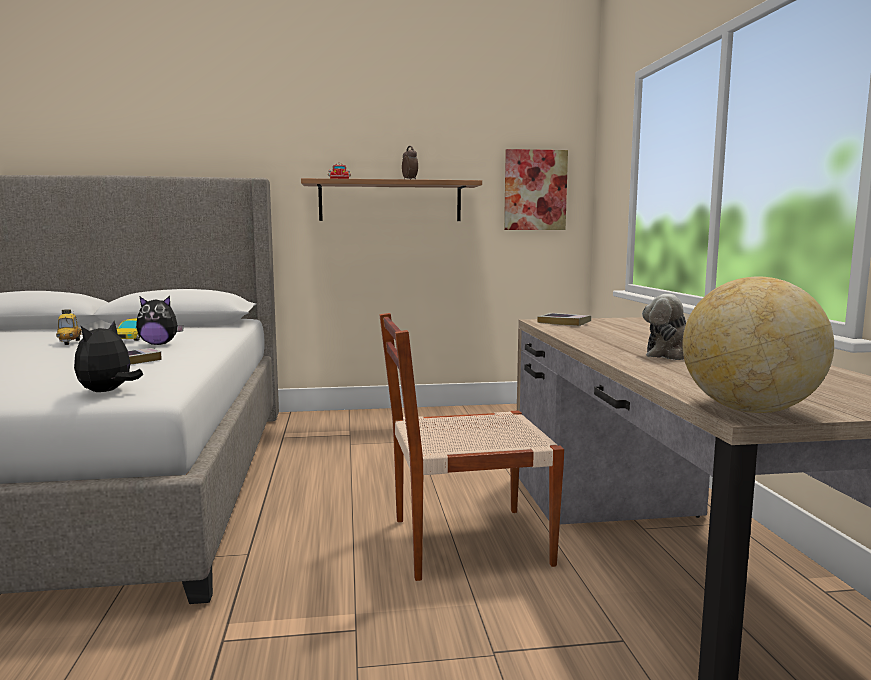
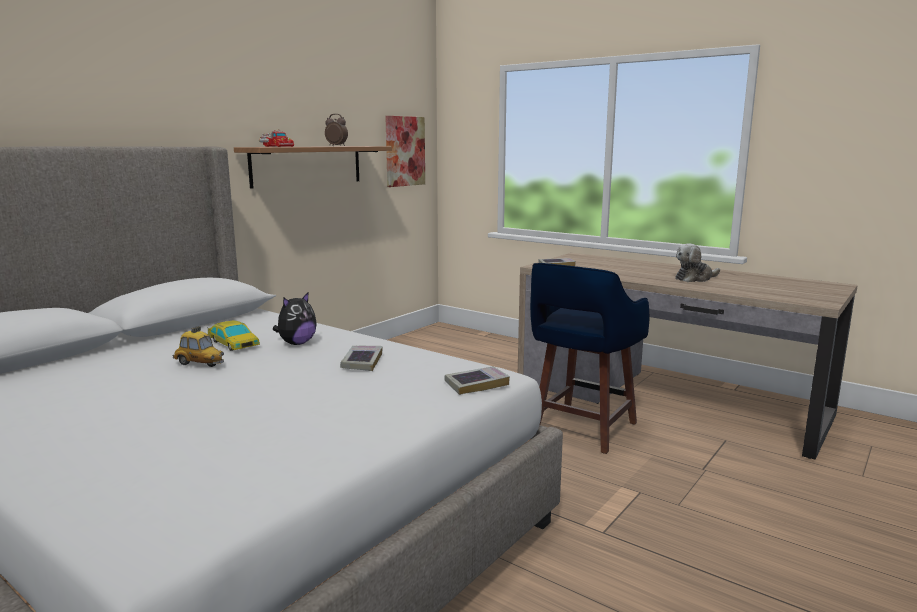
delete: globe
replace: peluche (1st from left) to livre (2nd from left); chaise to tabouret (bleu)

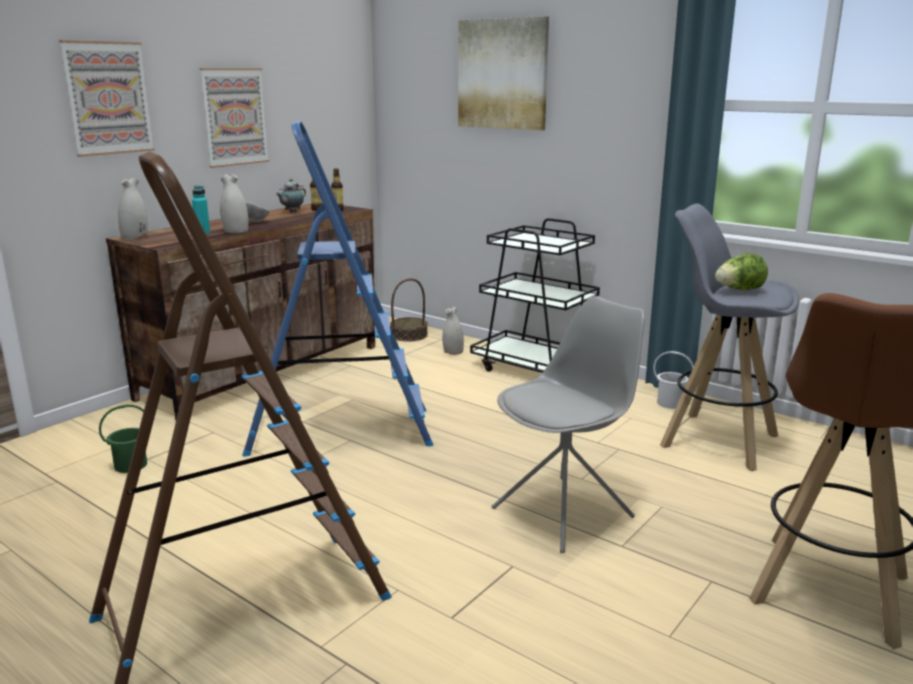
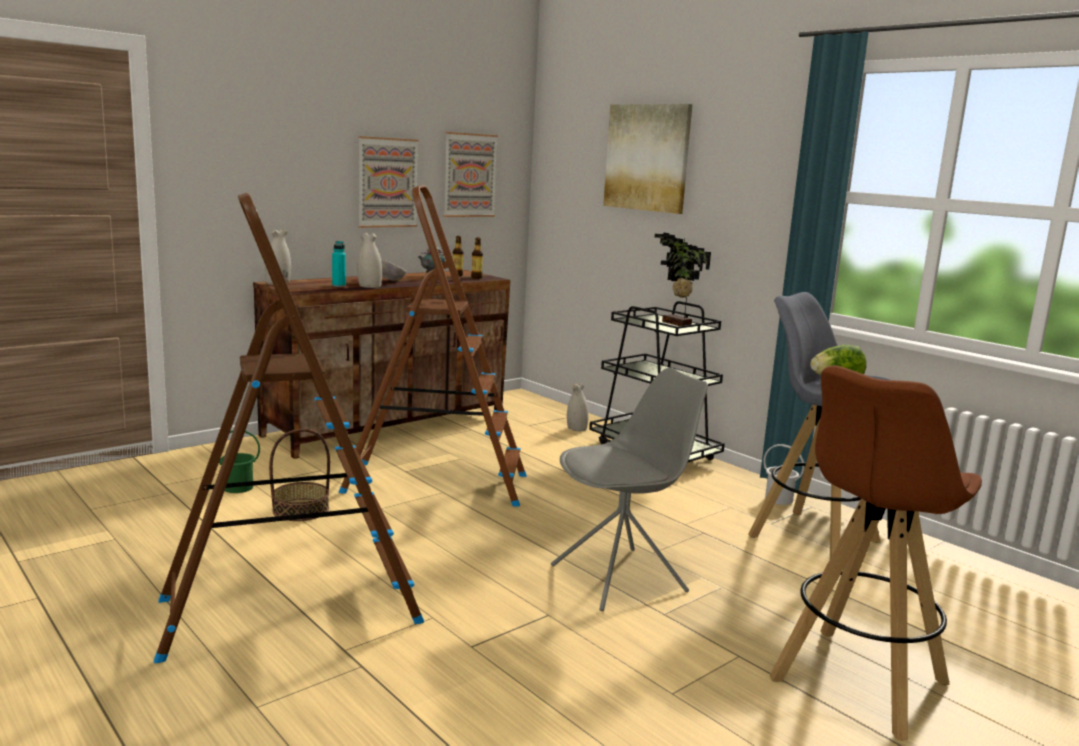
insert: plante en pot
move: panier; tableau (1st from left in the first image) to tableau (2nd from left)
recolor: escabeau (bleu) to escabeau (marron) (2nd from left)

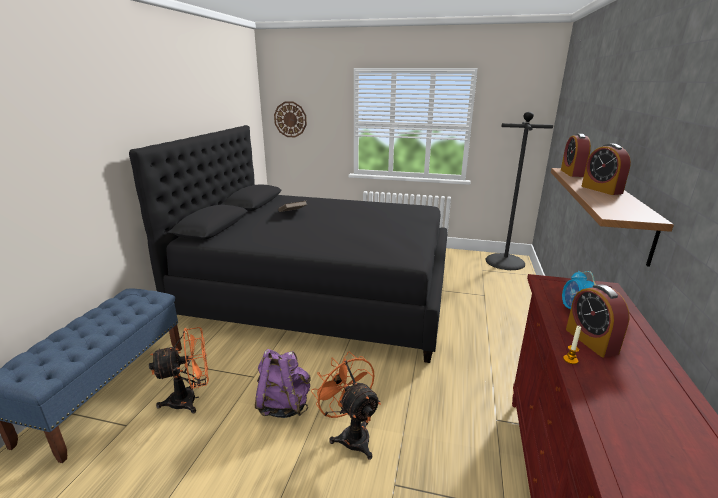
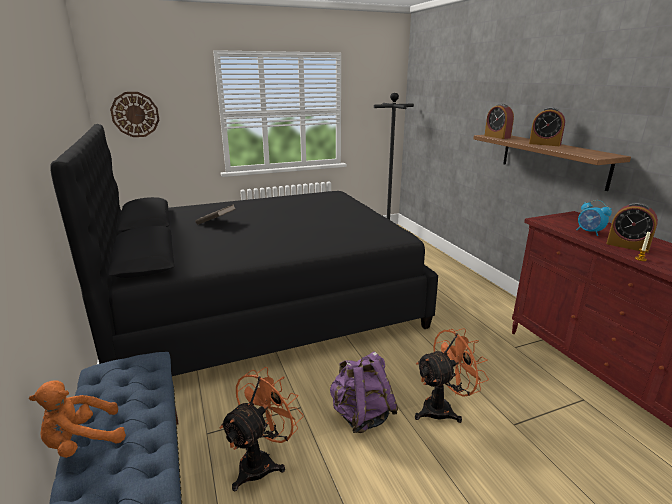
insert: peluche (orange)
rotate: ventilateur (orange) (2nd from left) 135 degrees clockwise

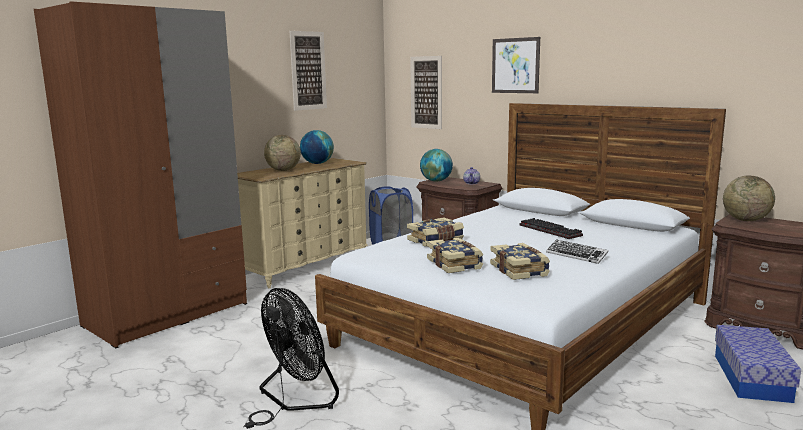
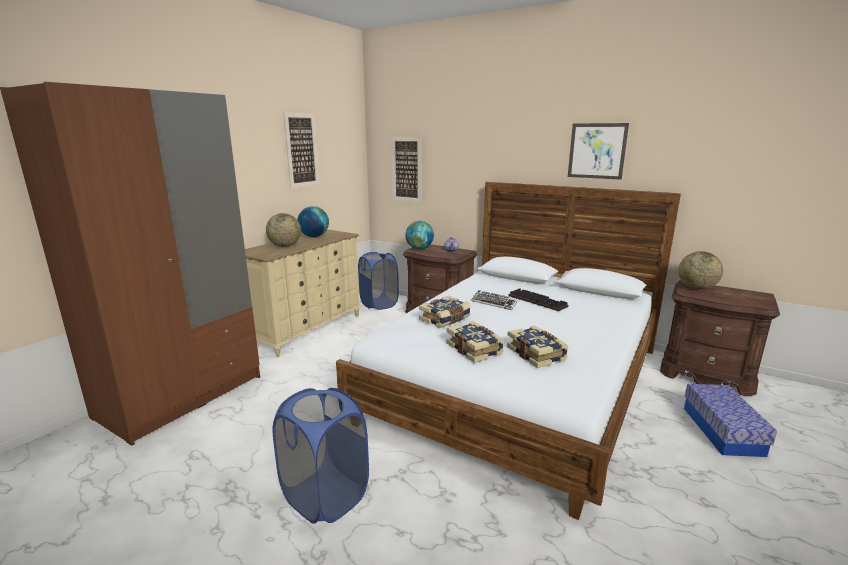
move: clavier (2nd from left in the first image) to clavier (1st from left); tableau (3rd from left)
replace: ventilateur (noir) to panier à linge (bleu) (1st from left)

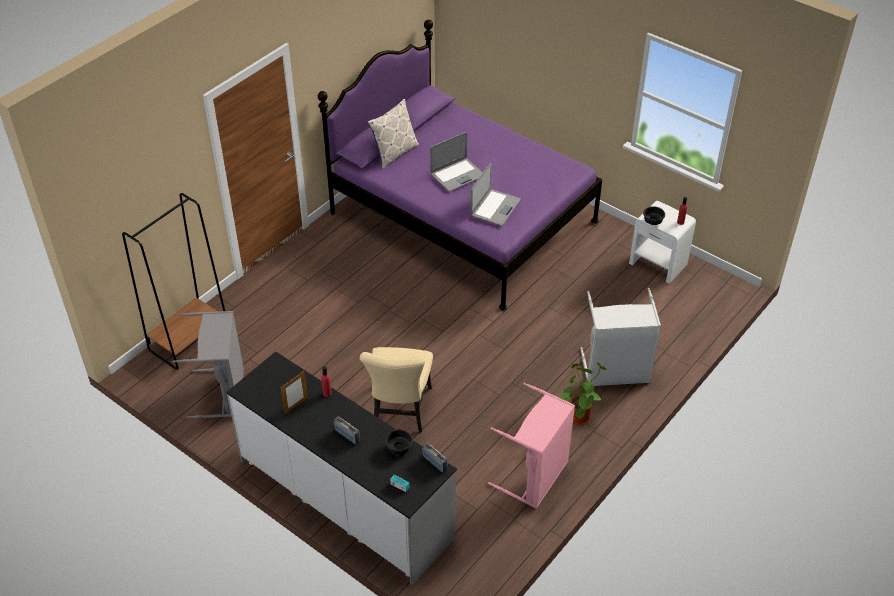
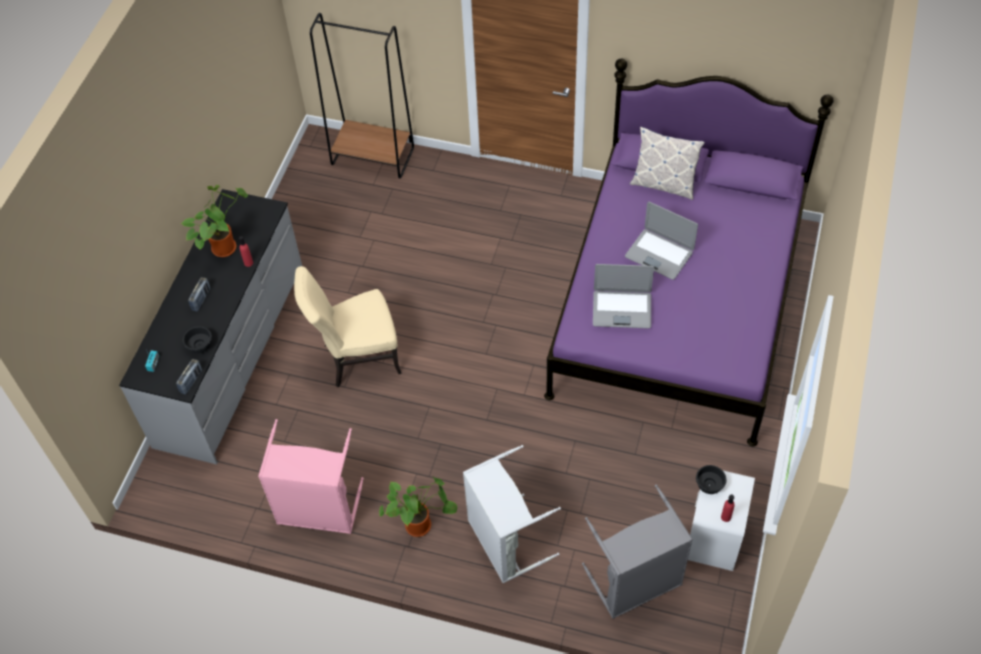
move: panier à linge (gris) (1st from left in the first image) to panier à linge (gris) (2nd from left)
replace: cadre photo to plante en pot (1st from left)

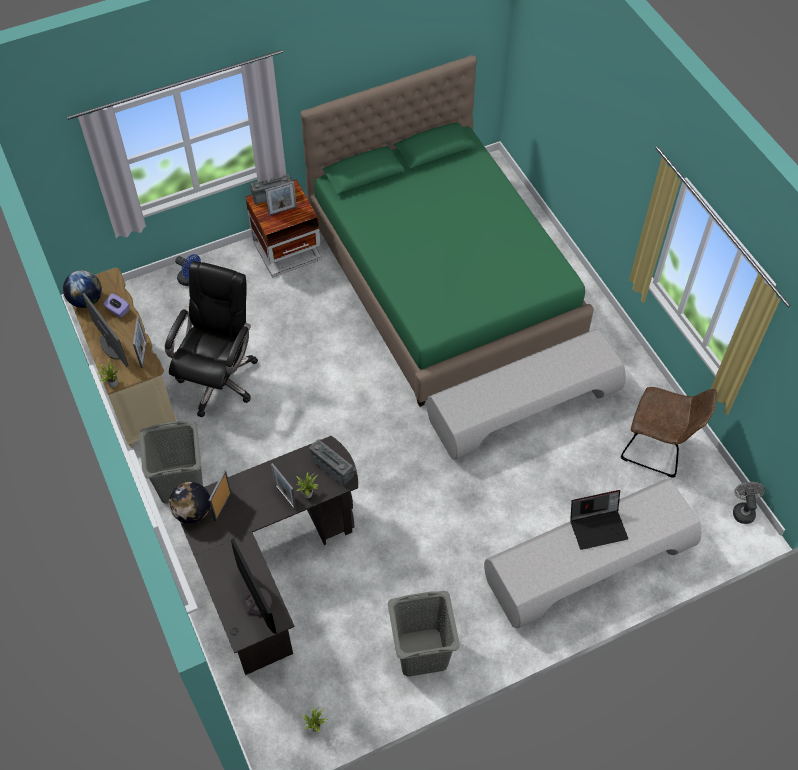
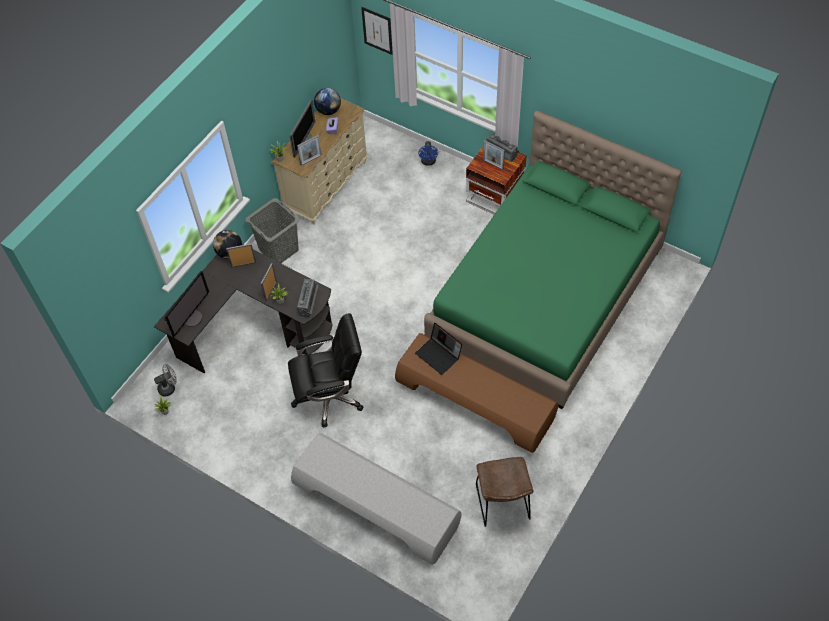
delete: panier à linge (gris) (2nd from left)
insert: tableau
move: ventilateur (gris); chaise de bureau (noir); ordinateur portable
recolor: banc (gris) (1st from left) to banc (marron)

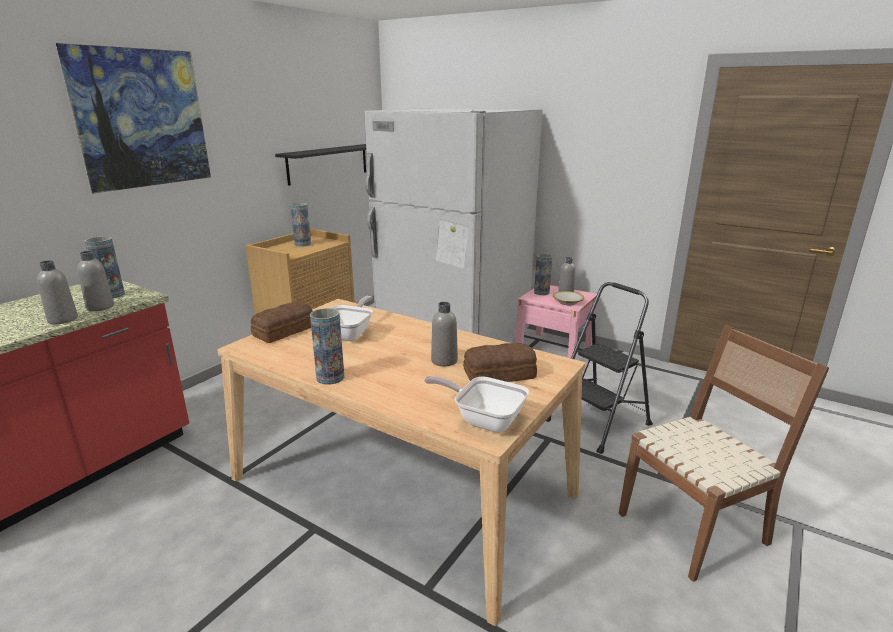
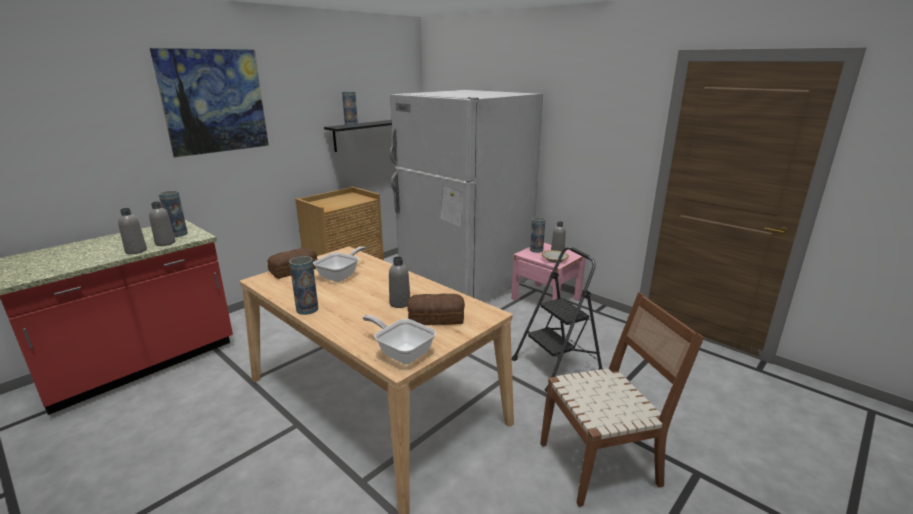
move: vase (2nd from left in the first image) to vase (3rd from left)

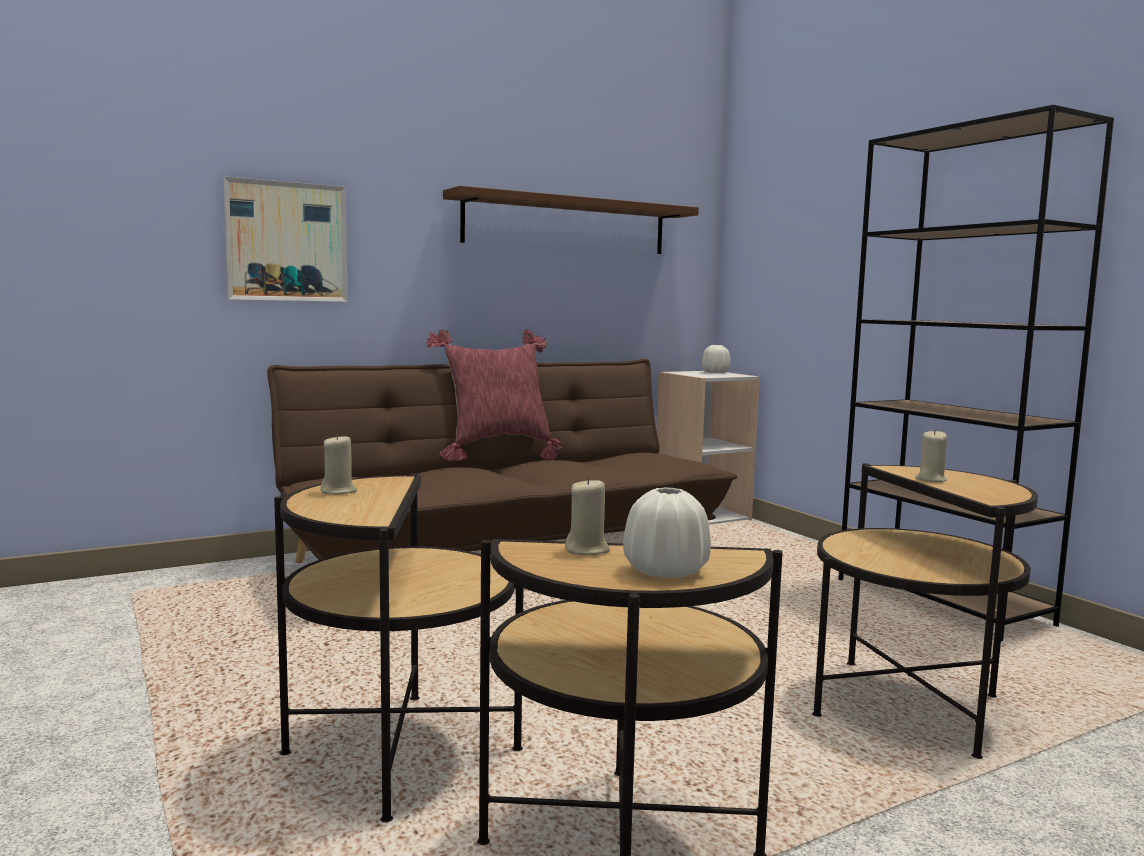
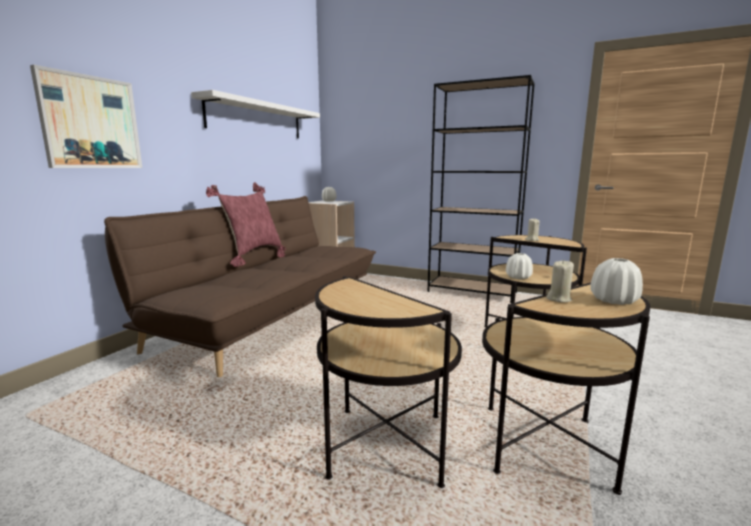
delete: bougie (beige) (1st from left)
insert: vase (blanc) (2nd from left)
recolor: étagère (marron) to étagère (blanc)

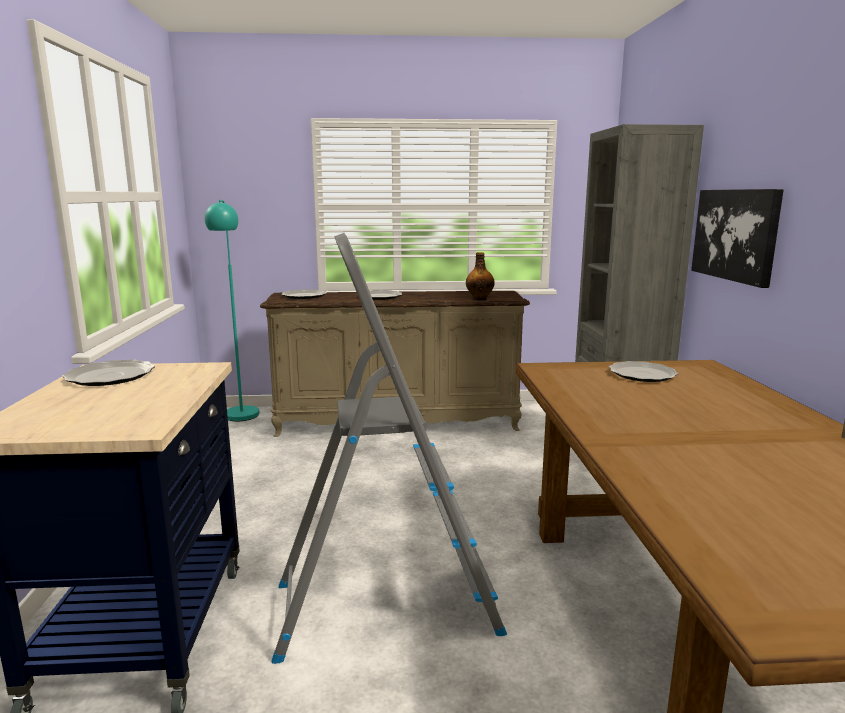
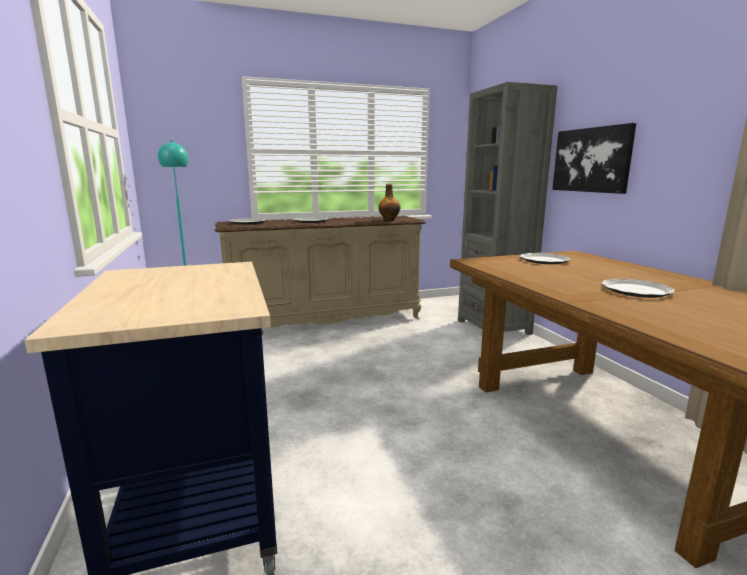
delete: escabeau (gris)
move: assiette (1st from left in the first image) to assiette (4th from left)

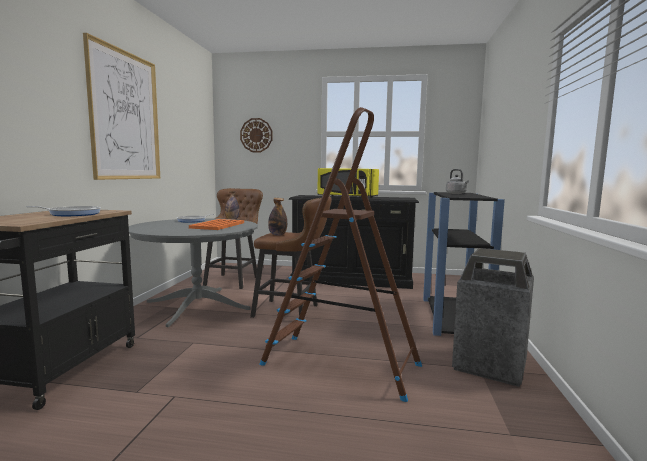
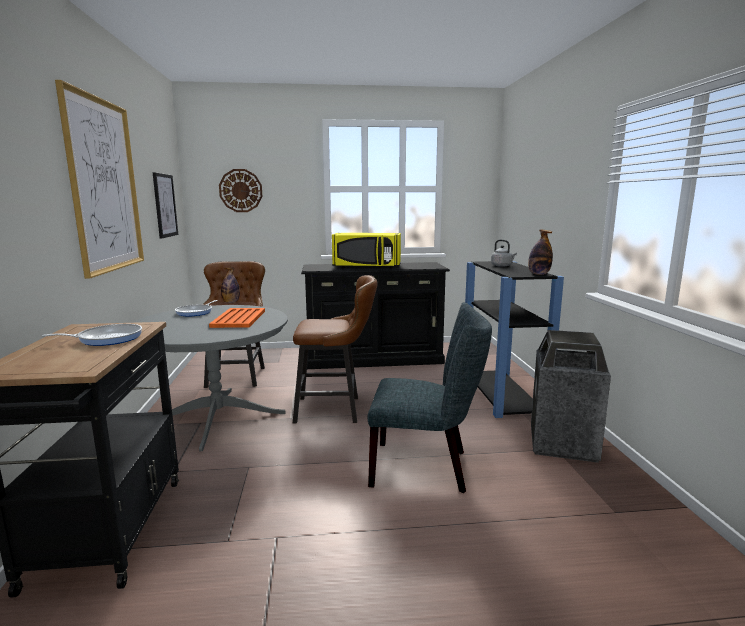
insert: tableau (2nd from left)
move: bouteille (2nd from left)
replace: escabeau (marron) to chaise (gris)

